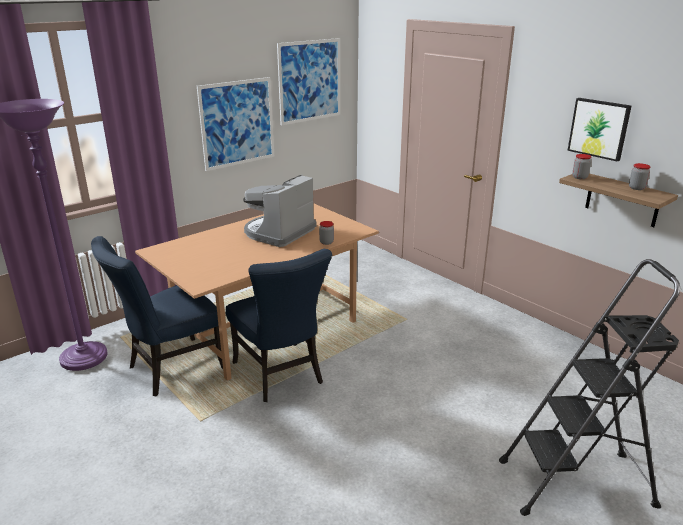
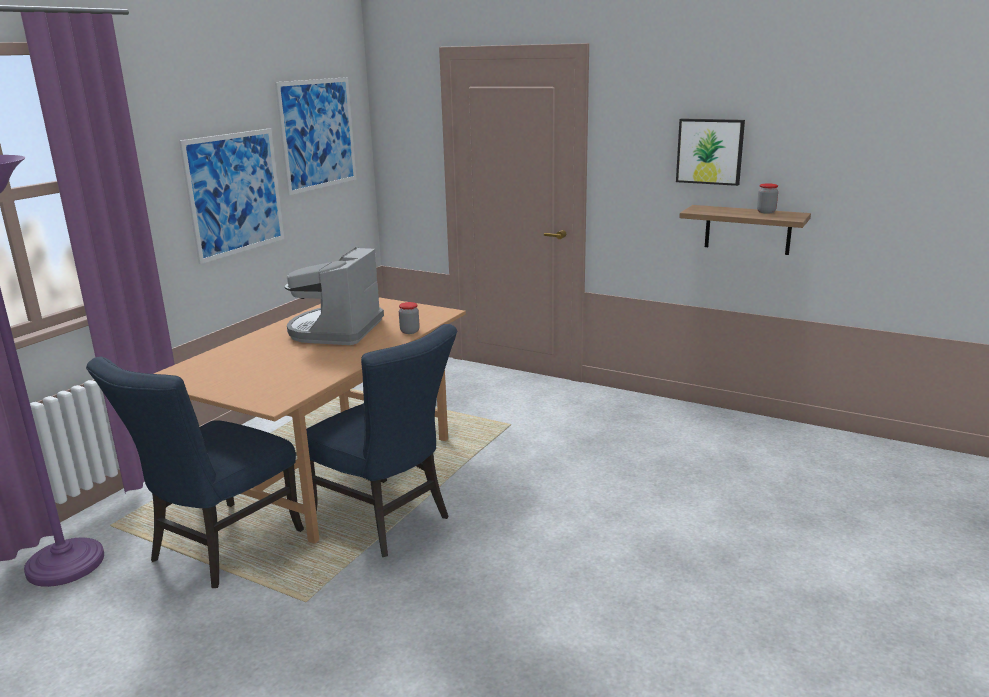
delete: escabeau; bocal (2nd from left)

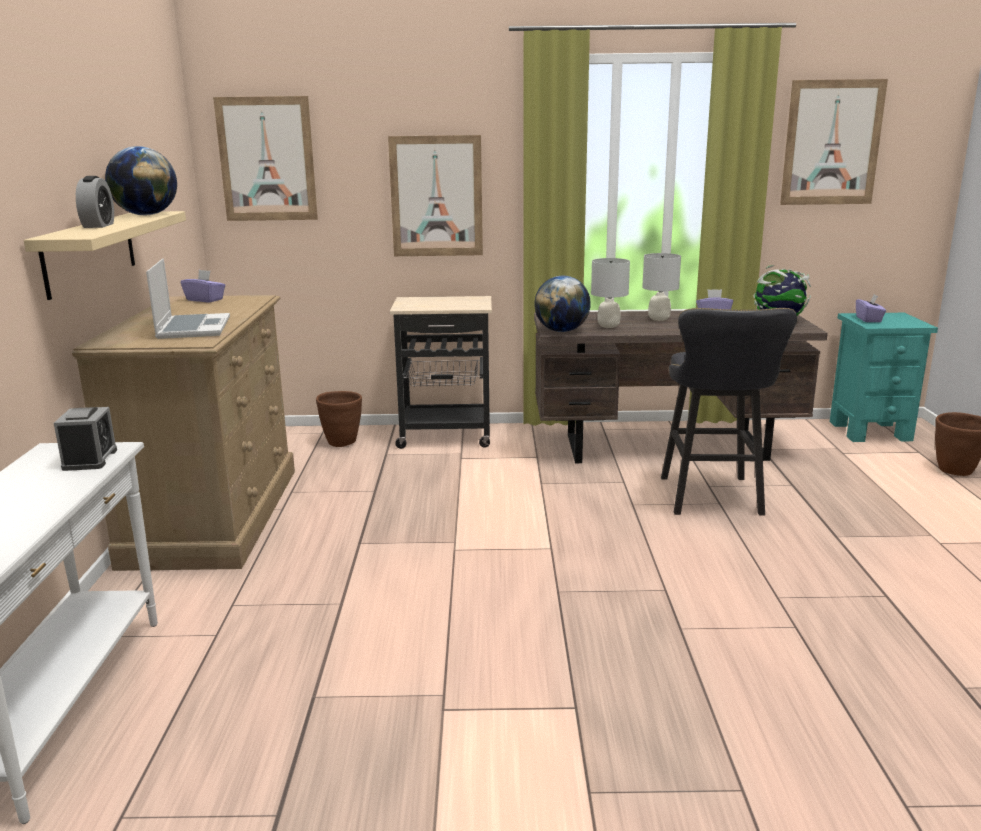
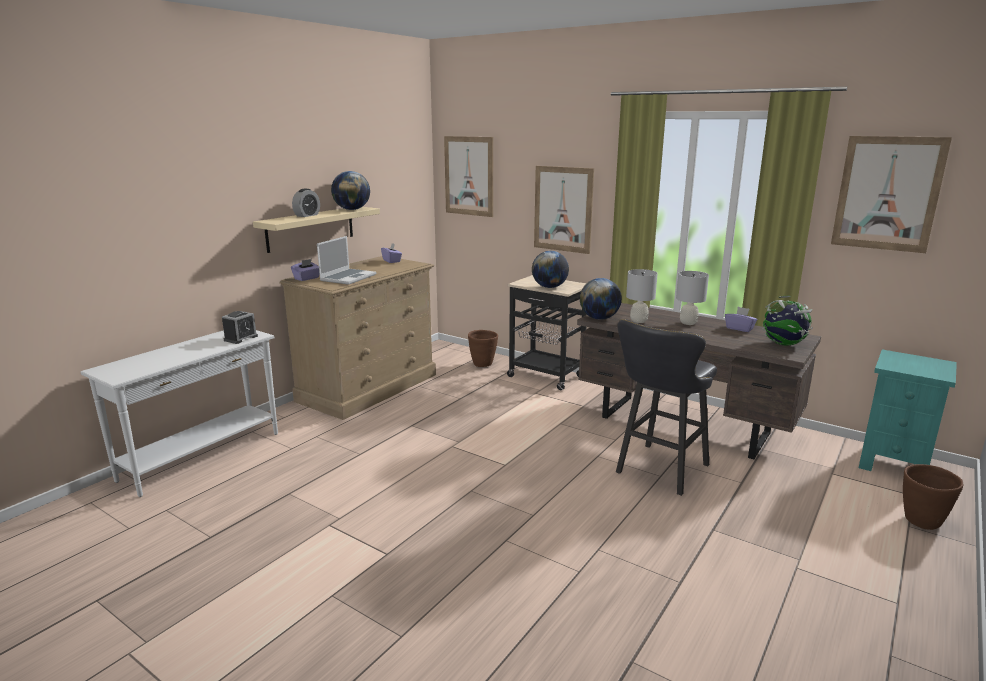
insert: globe (2nd from left)
move: boîte à mouchoirs (violet) (3rd from left in the first image) to boîte à mouchoirs (violet) (1st from left)

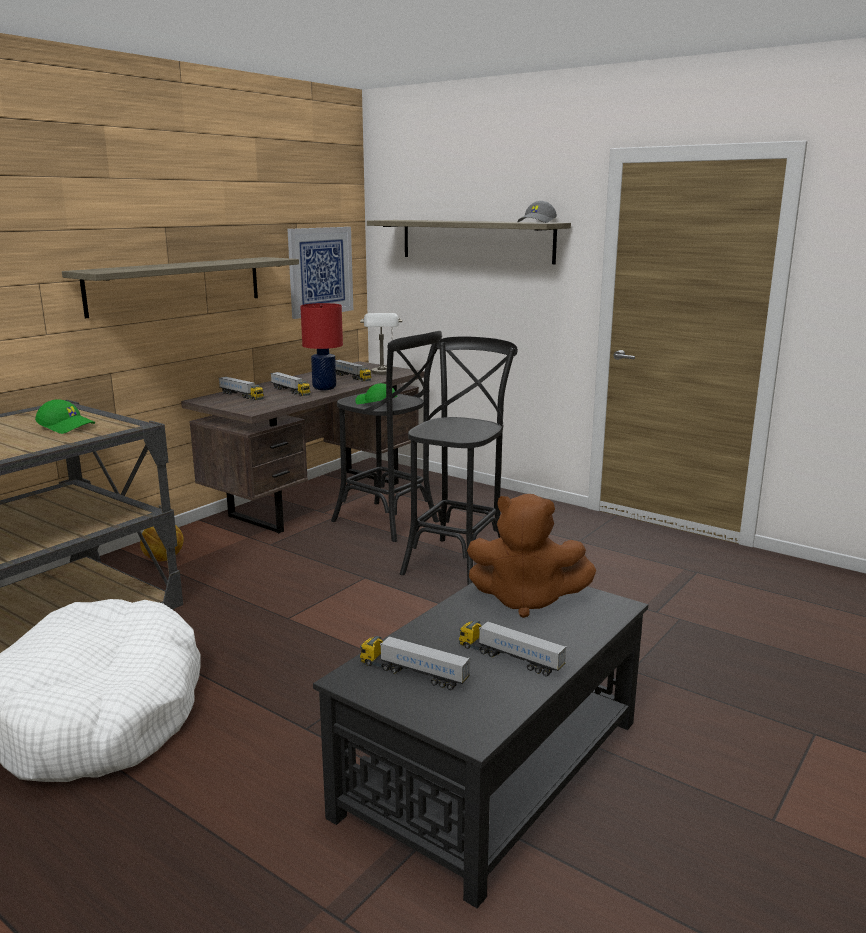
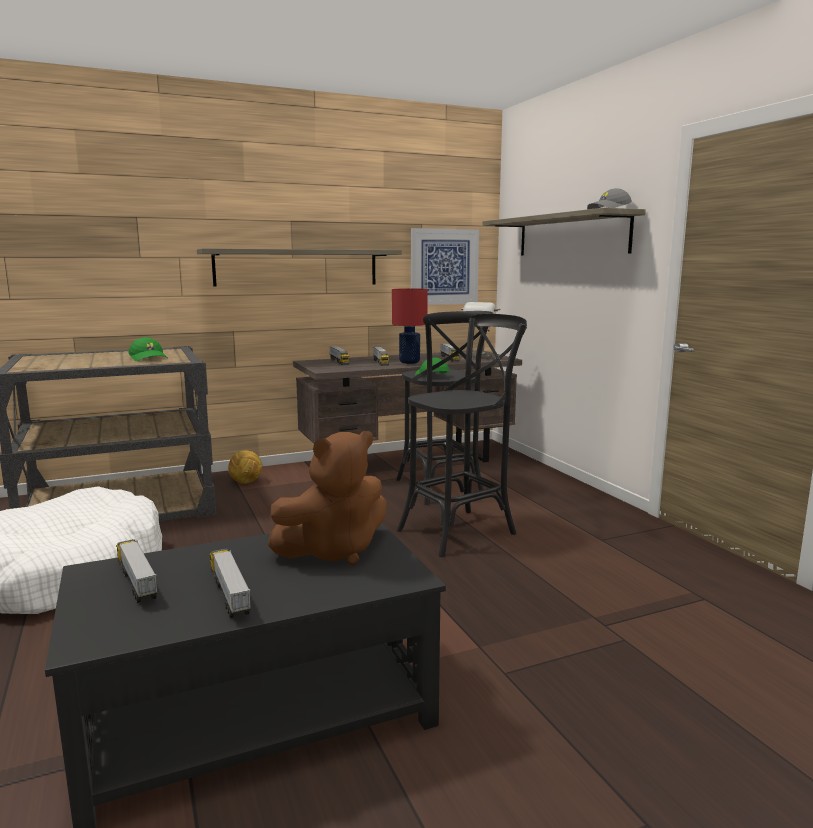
rotate: peluche (marron) 75 degrees counterclockwise

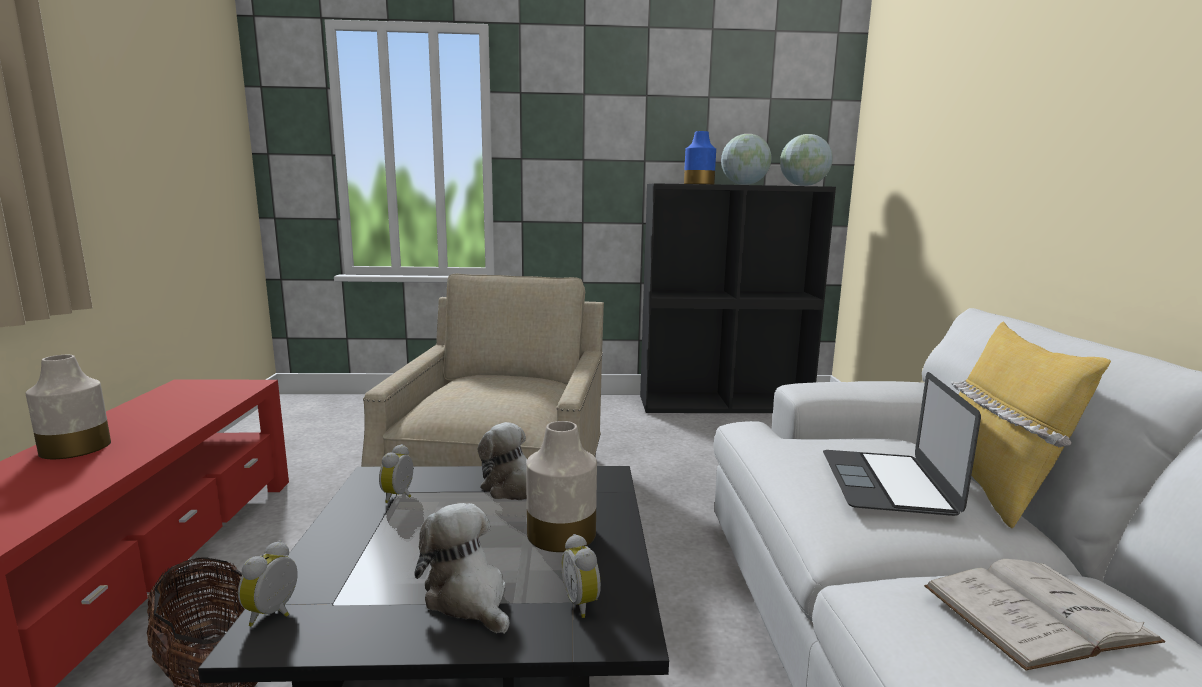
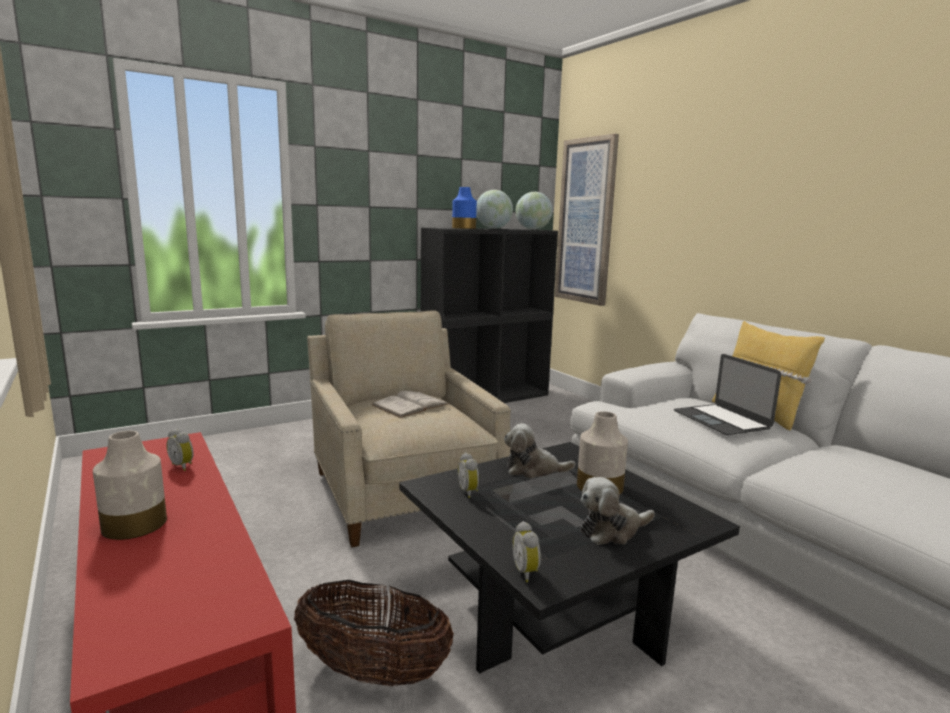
insert: tableau
move: réveil (3rd from left in the first image) to réveil (1st from left); livre (blanc)
rotate: peluche (1st from left in the first image) 45 degrees counterclockwise

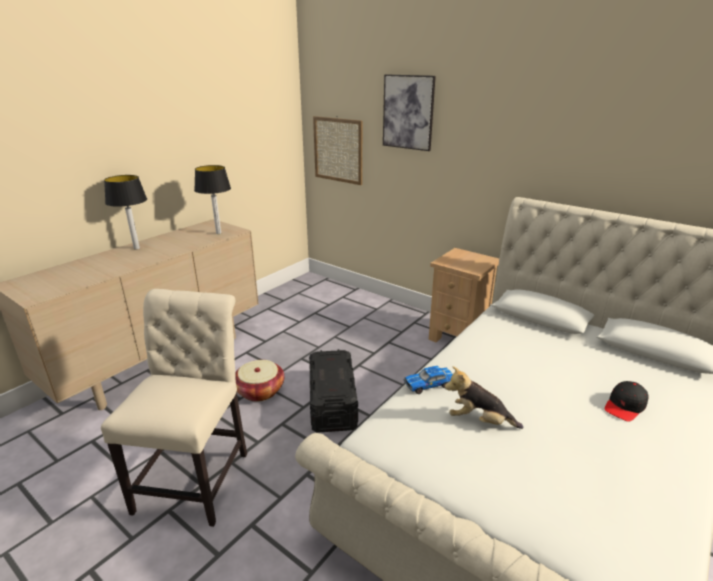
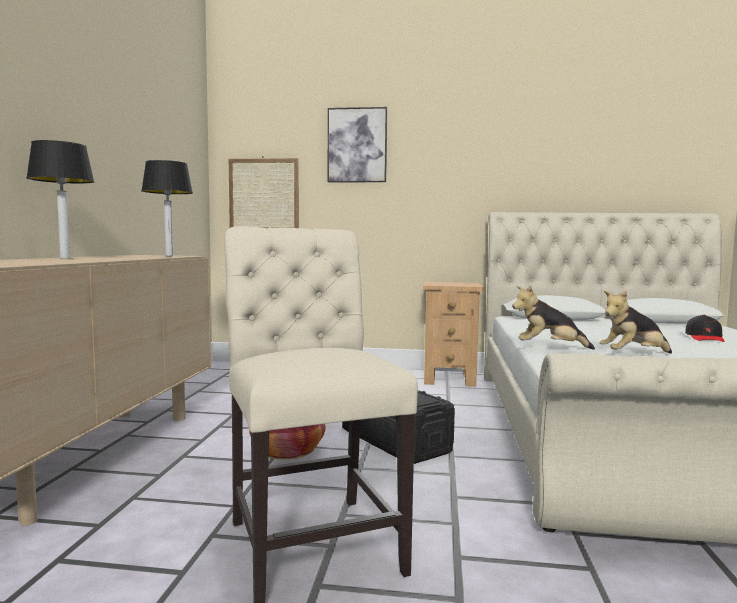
replace: petite voiture to peluche (1st from left)

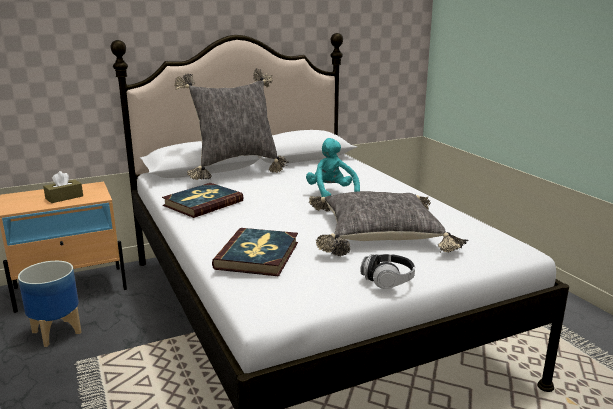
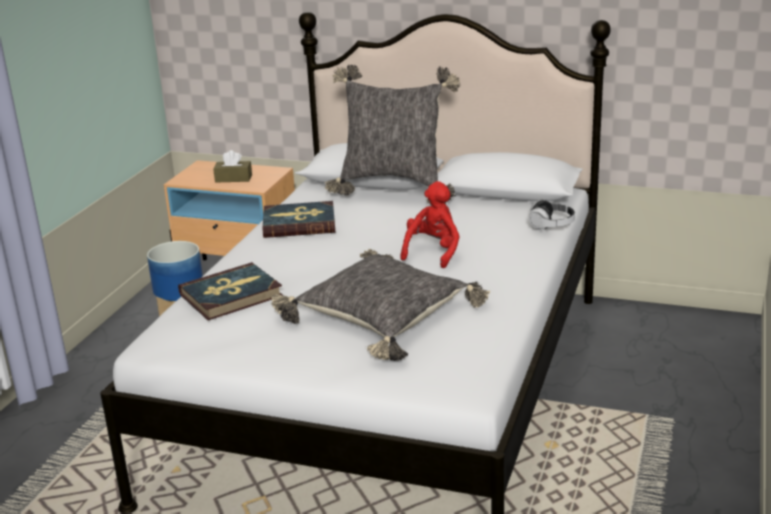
move: casque audio
recolor: peluche (turquoise) to peluche (rouge)

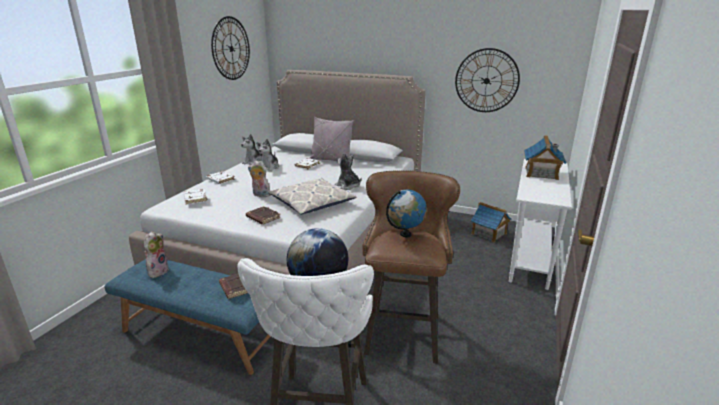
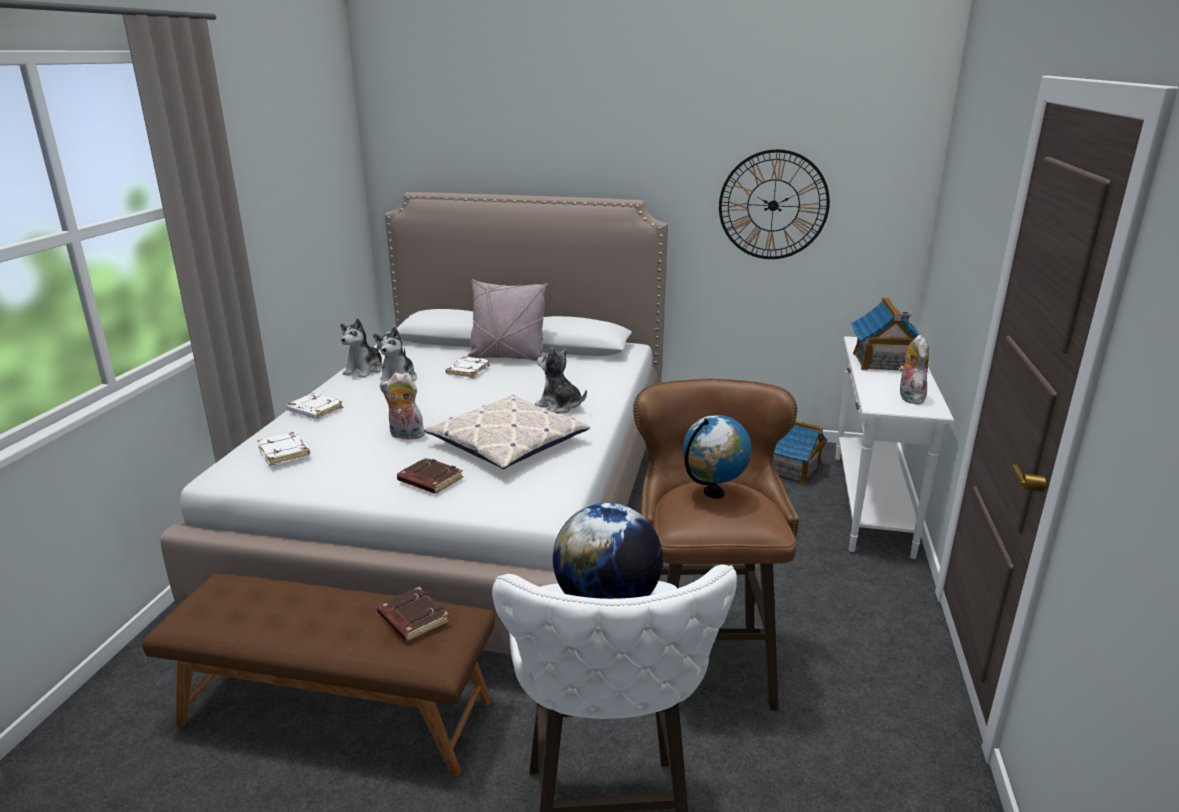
delete: horloge murale (1st from left)
move: peluche (1st from left in the first image) to peluche (5th from left)
recolor: banc (bleu) to banc (marron)

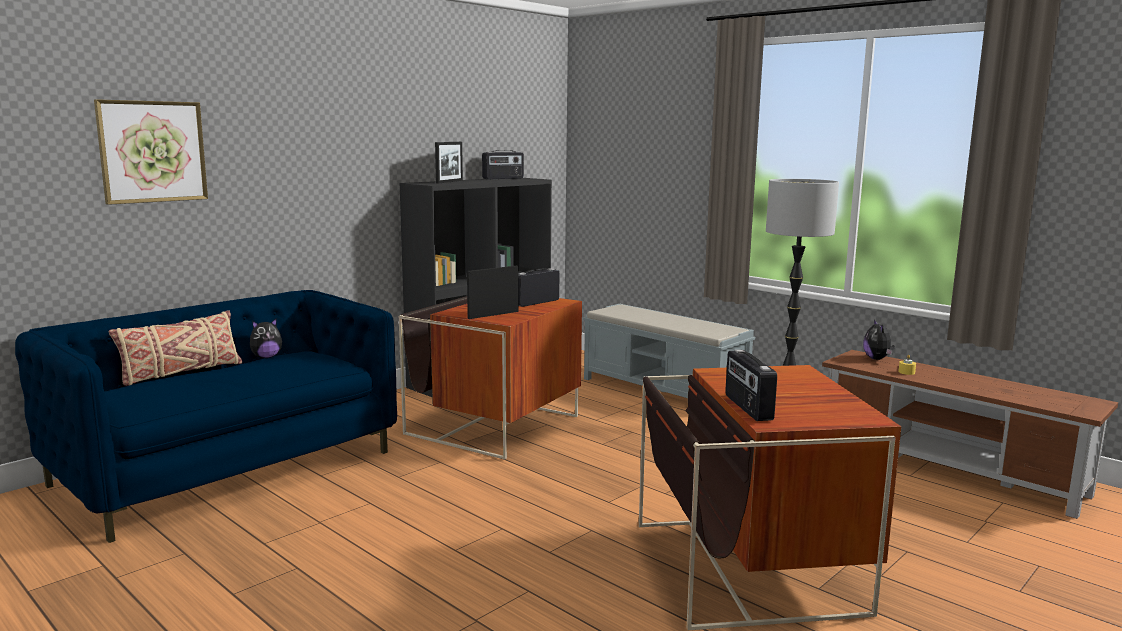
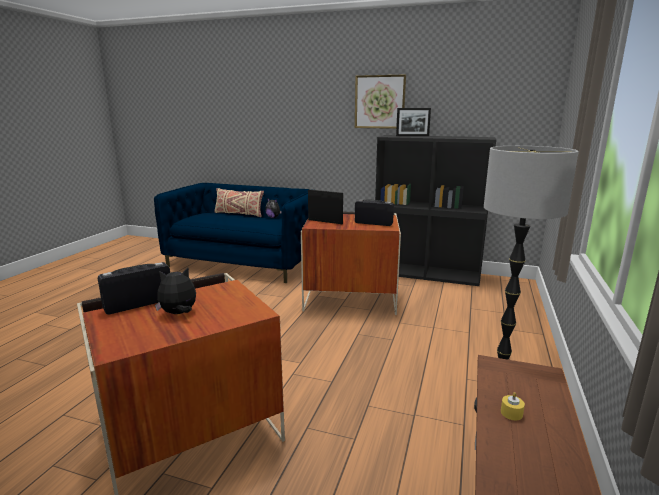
delete: radio (1st from left); banc (gris)
move: peluche (2nd from left in the first image) to peluche (1st from left); tableau

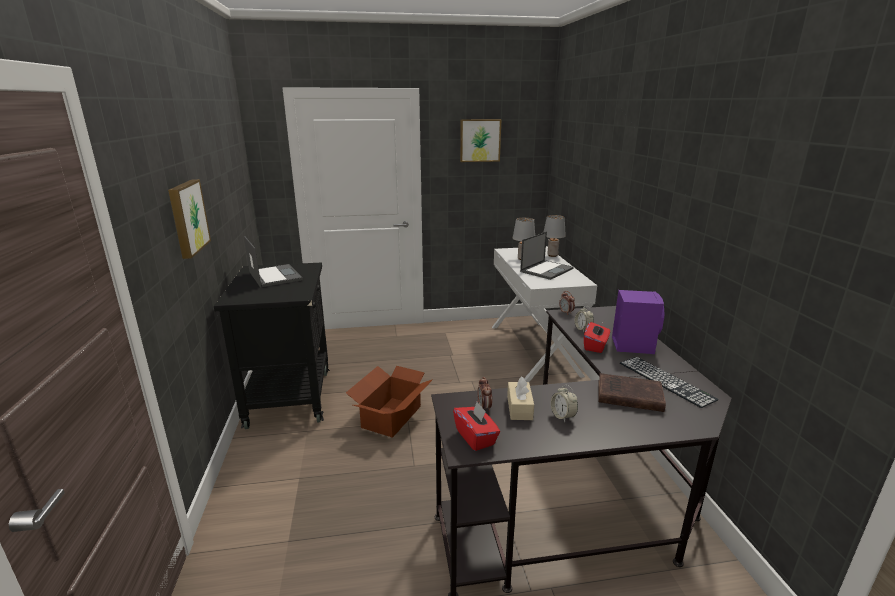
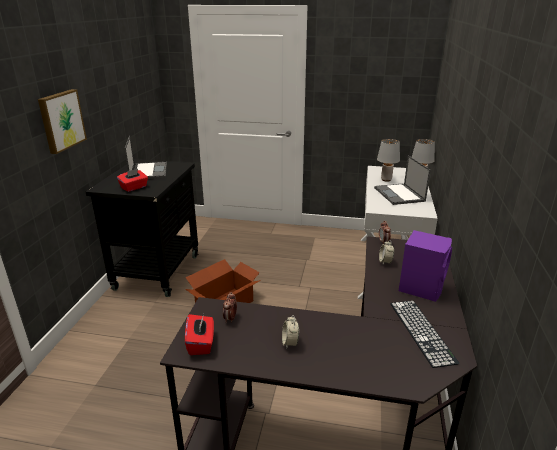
delete: tableau (2nd from left); boîte à mouchoirs (beige); livre (marron)
move: boîte à mouchoirs (rouge) (2nd from left in the first image) to boîte à mouchoirs (rouge) (1st from left)
rotate: ordinateur portable (2nd from left) 105 degrees clockwise

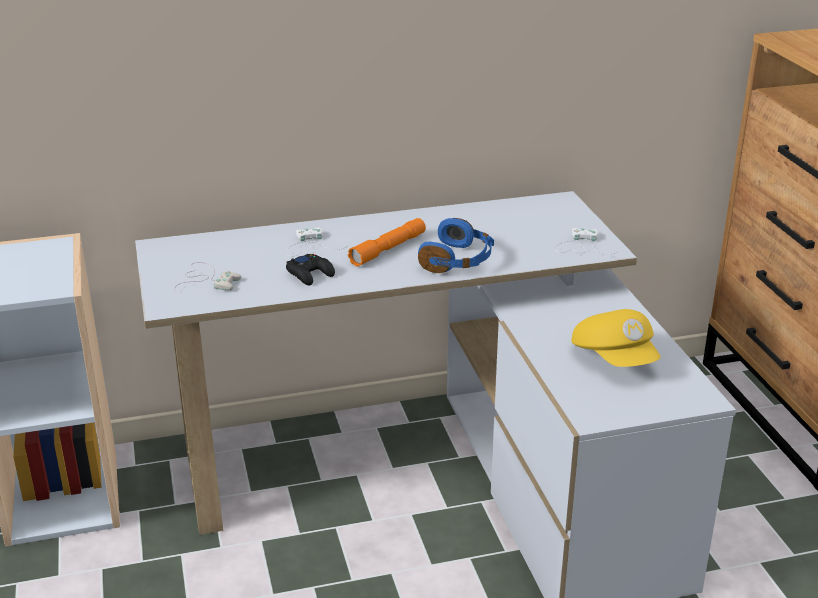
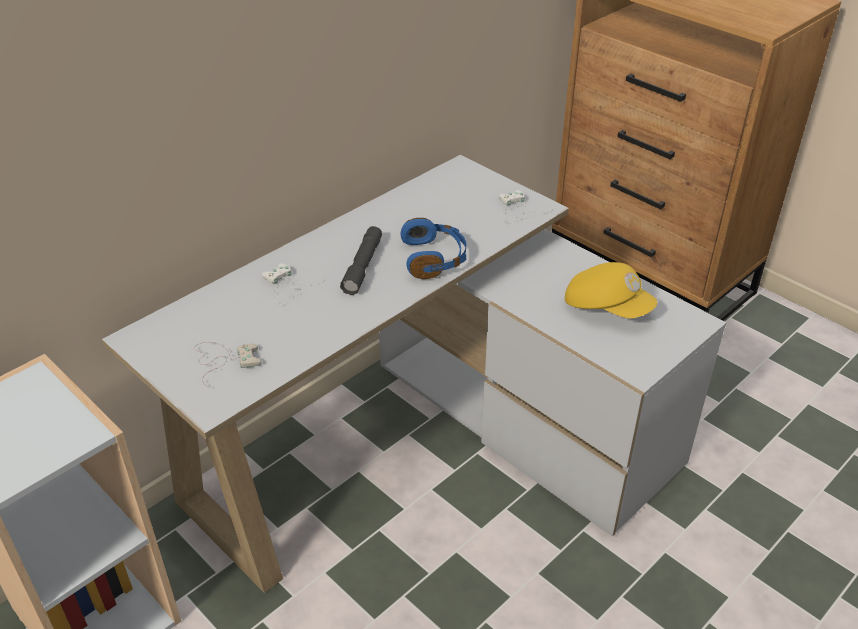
delete: manette (noir)
recolor: lampe de poche (orange) to lampe de poche (gris)

